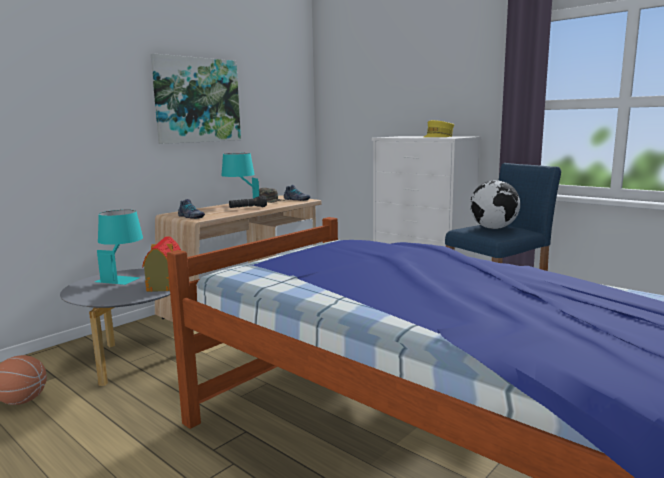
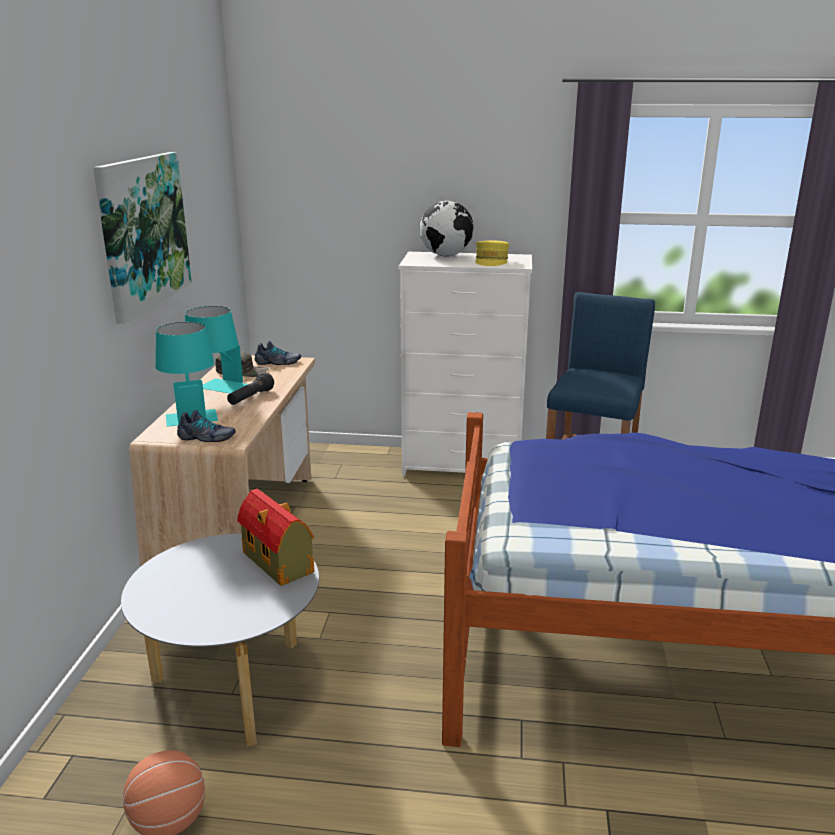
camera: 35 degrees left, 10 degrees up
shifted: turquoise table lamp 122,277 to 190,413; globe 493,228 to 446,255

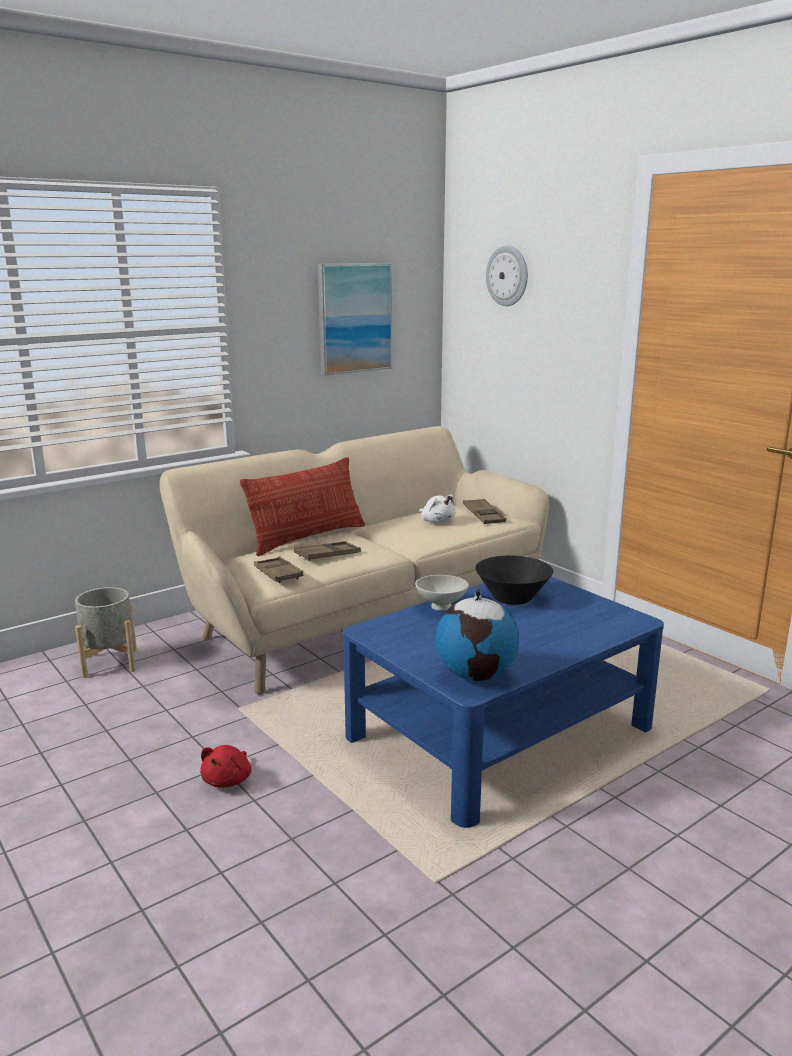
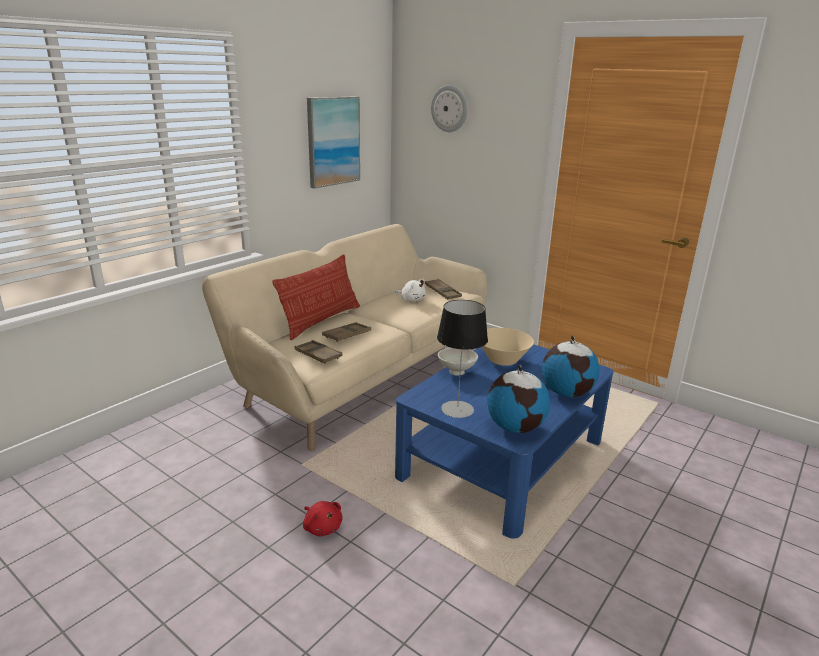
camera: 15 degrees left, 5 degrees up
gone: grey planter 109,663
new: table lamp 457,409; globe 566,393
repainted: black bowl 512,598 to beige bowl 502,360
rotated: red plush toy 228,780 = 322,527 45 degrees counterclockwise

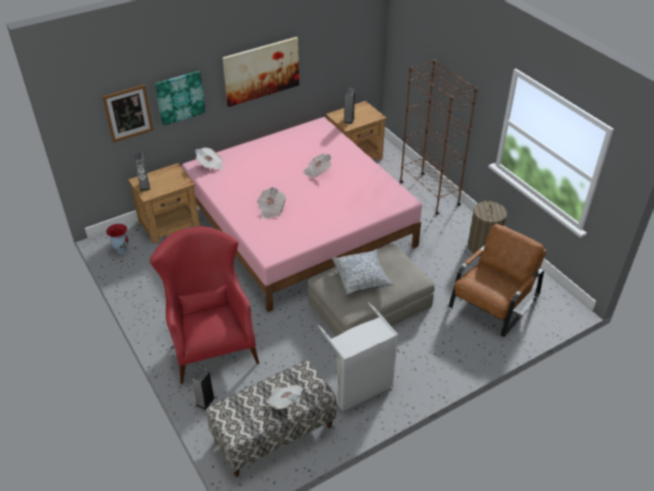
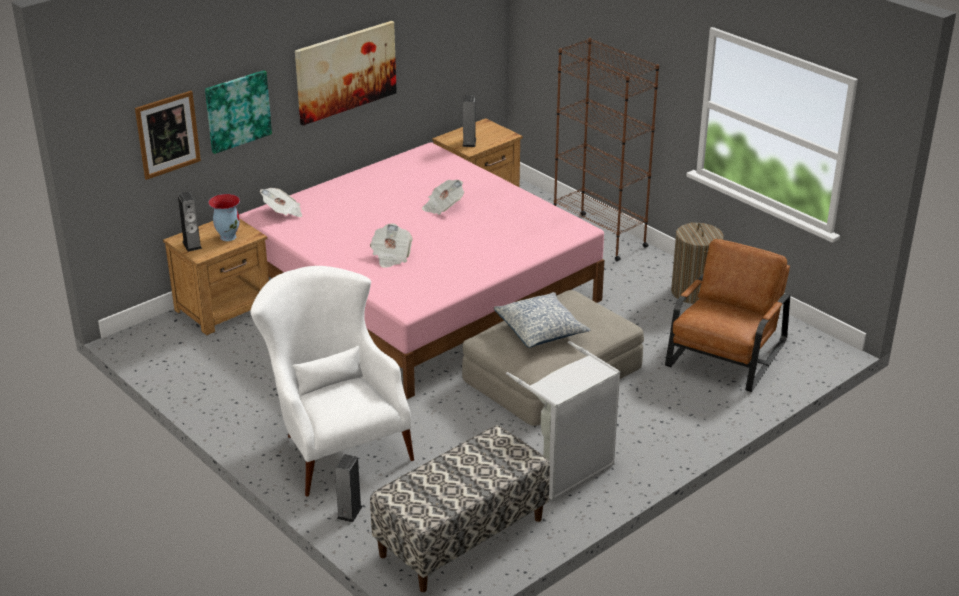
camera: 10 degrees left, 10 degrees down
gone: newspaper 284,401
shifted: vase 121,250 to 228,237
repainted: red armchair 211,340 to white armchair 334,441

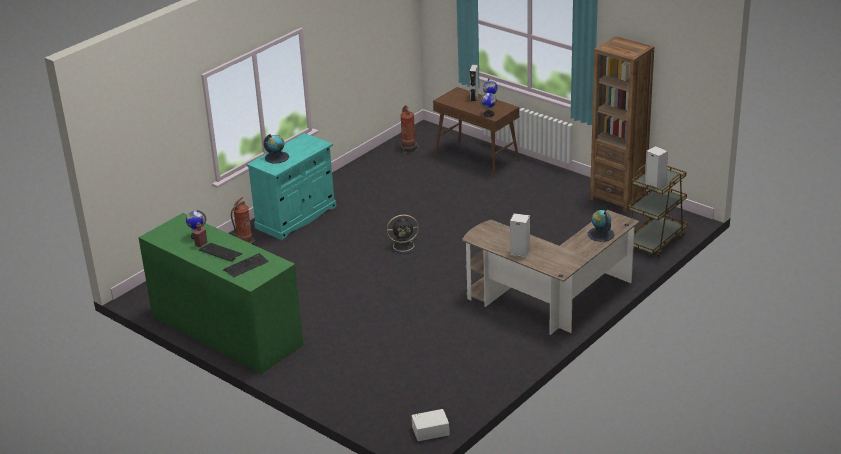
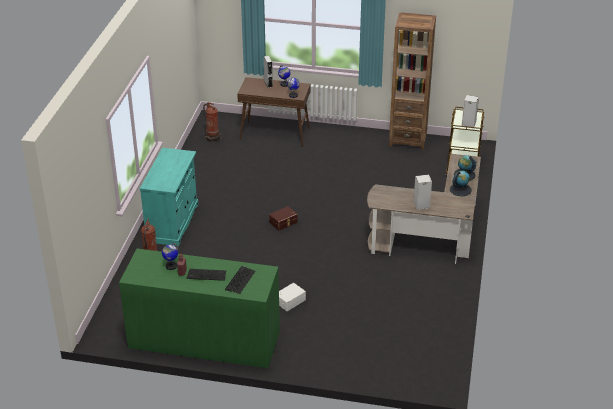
camera: 30 degrees left, 5 degrees up
shifted: white storage box 430,430 to 289,301; globe 277,157 to 460,189
swapped: black fan 404,245 to brown storage box 283,222

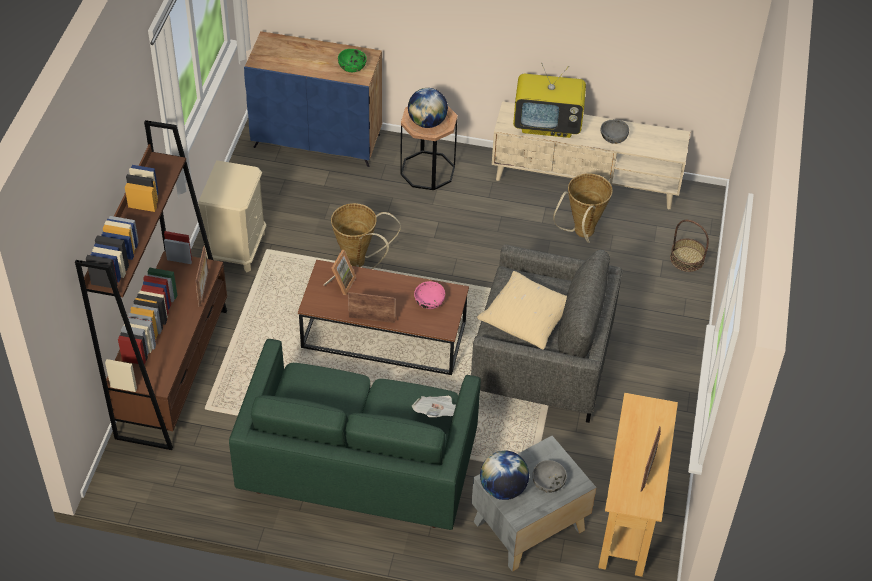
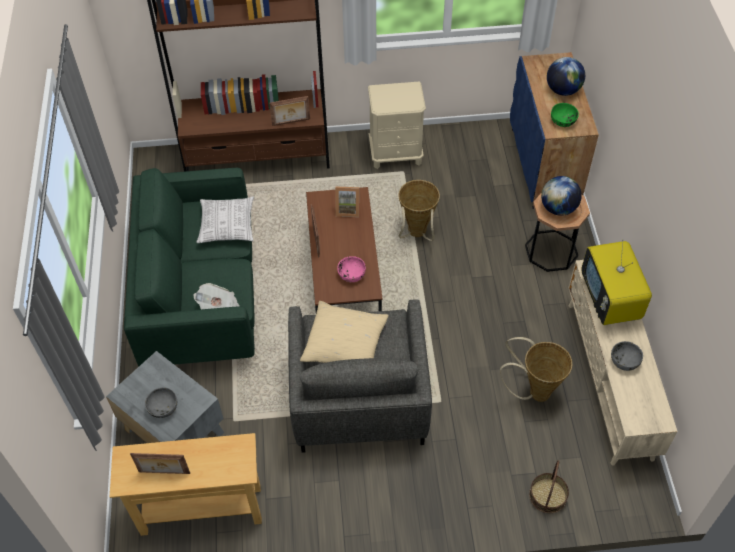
camera: 75 degrees right, 5 degrees up
new: pillow 227,226
shifted: globe 503,488 to 563,90

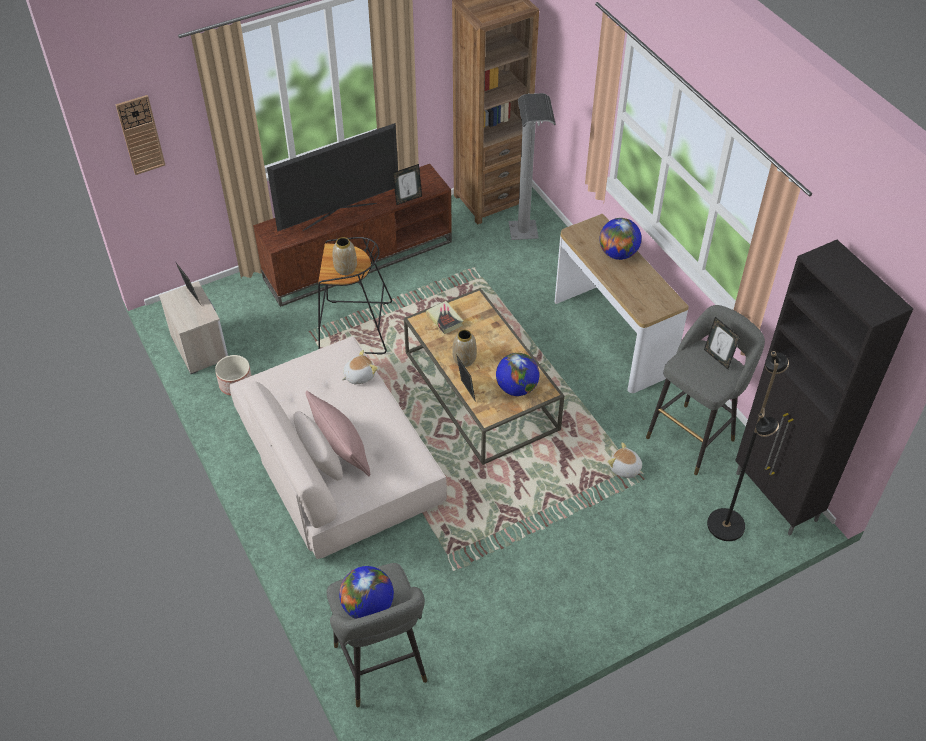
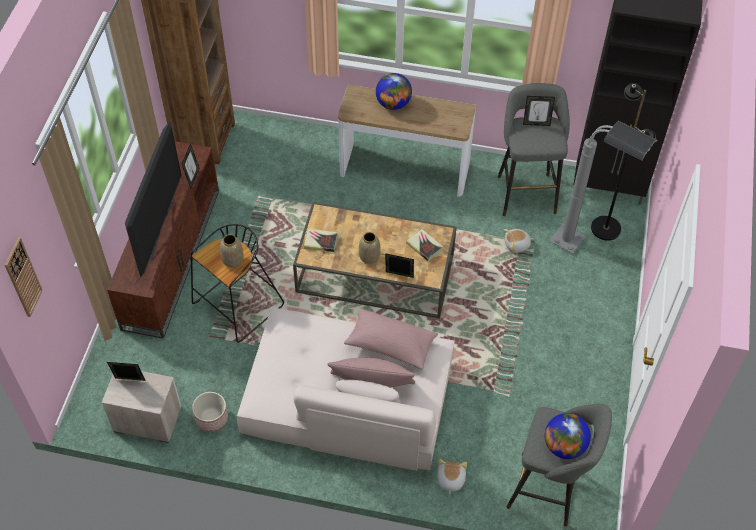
camera: 50 degrees left, 5 degrees up
new: pink pillow 390,345
shifted: plush toy 359,375 to 450,480; grey floor lamp 526,245 to 584,249
swapped: globe 516,388 to book 424,246

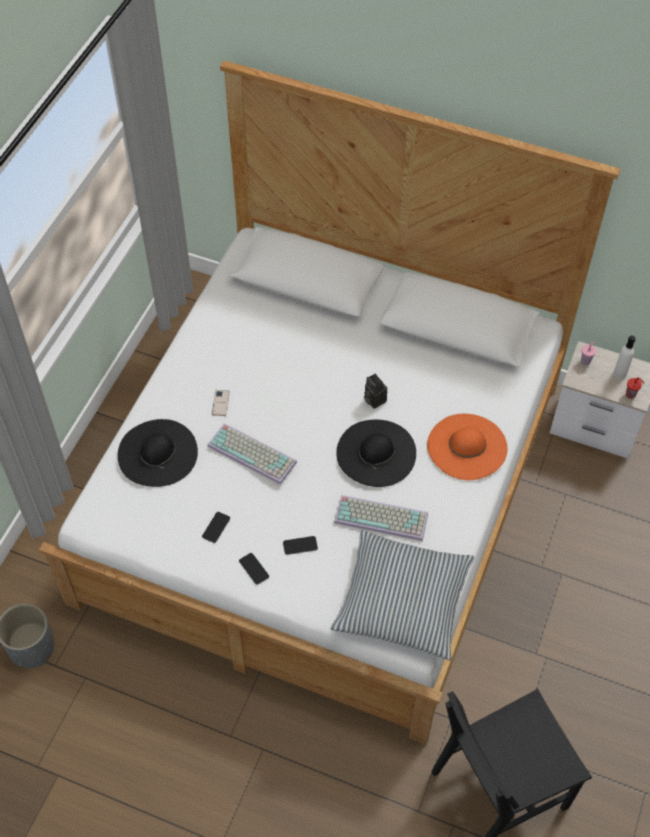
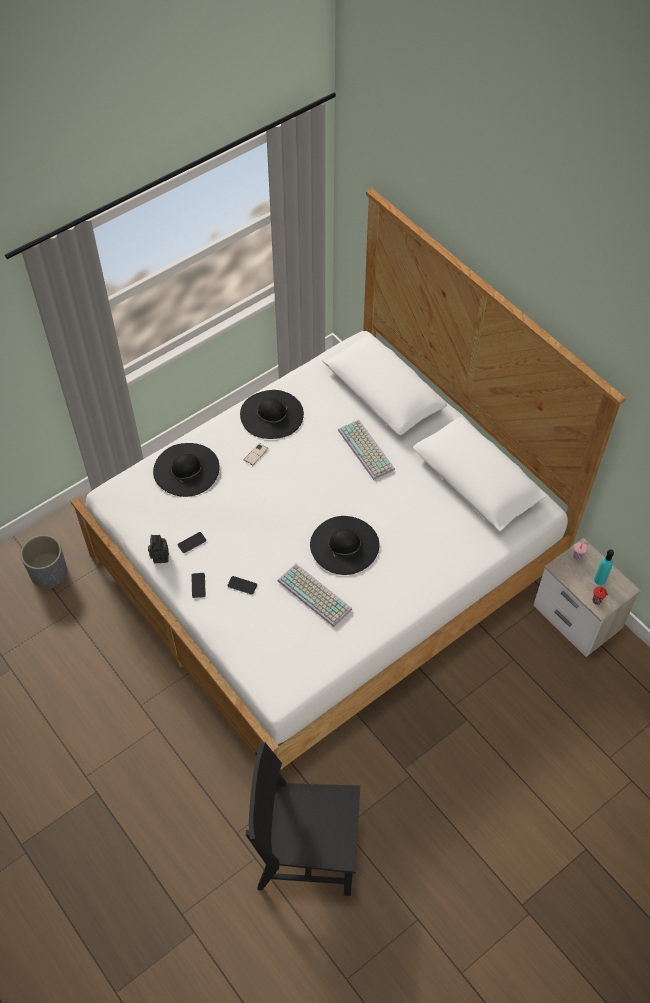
camera: 30 degrees right, 0 degrees up
gone: pillow 402,601; orange hat 467,446
new: black hat 271,414
shifted: photo camera 373,399 to 159,556; keyboard 253,453 to 367,450
repainted: white bottle 620,373 to turquoise bottle 600,580

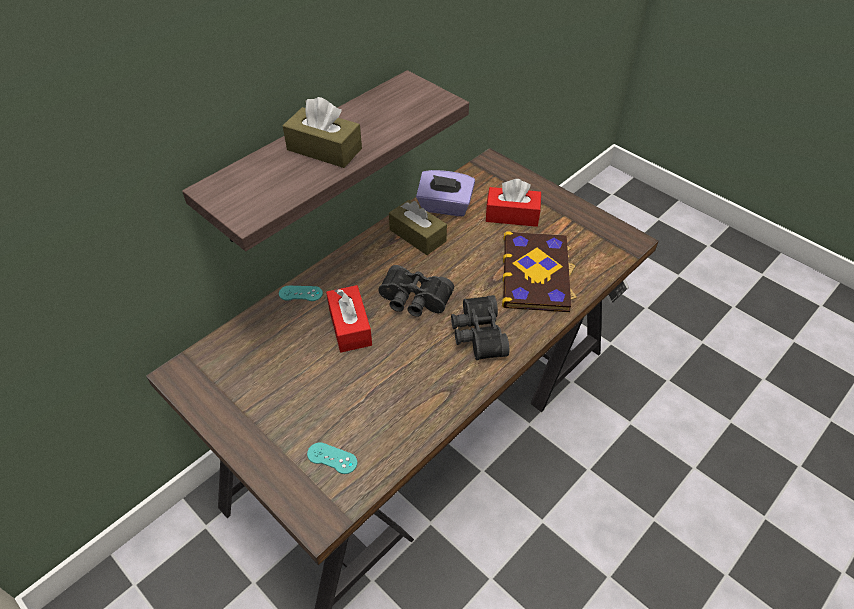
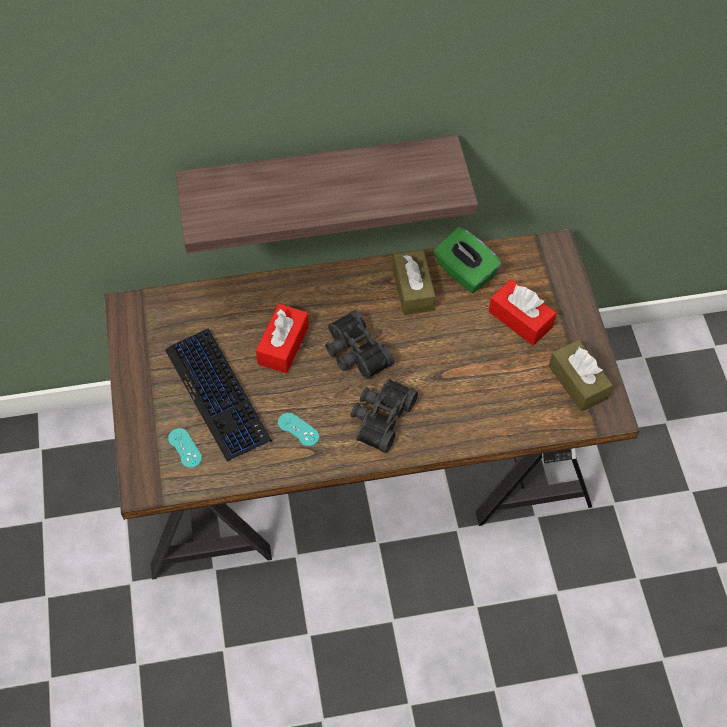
camera: 35 degrees right, 10 degrees up
gone: book 537,273
new: keyboard 218,395
shifted: turquoise game controller 300,293 to 298,429; brown tissue box 324,149 to 577,382
repainted: purple tissue box 445,206 to green tissue box 464,272

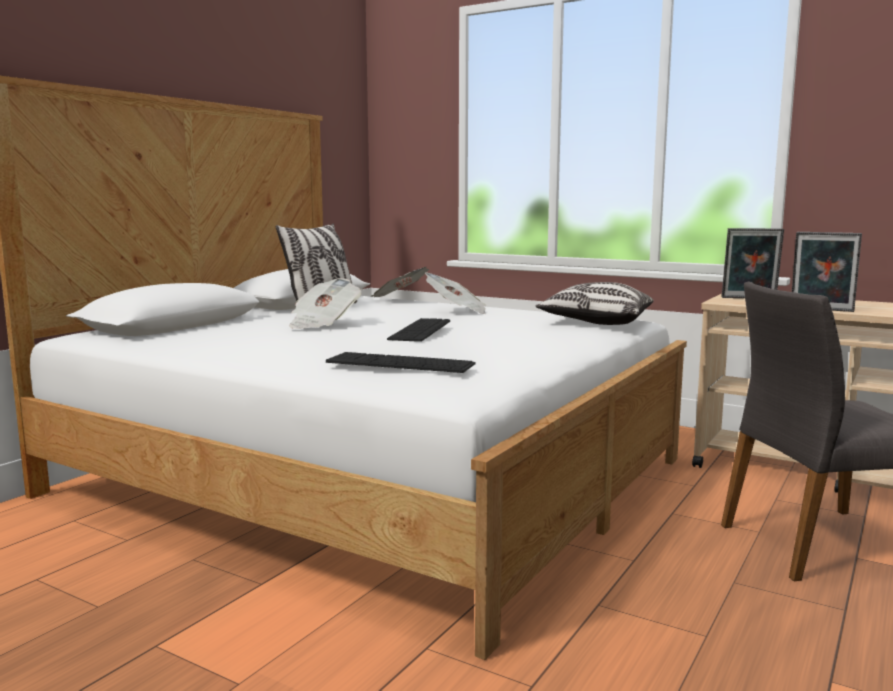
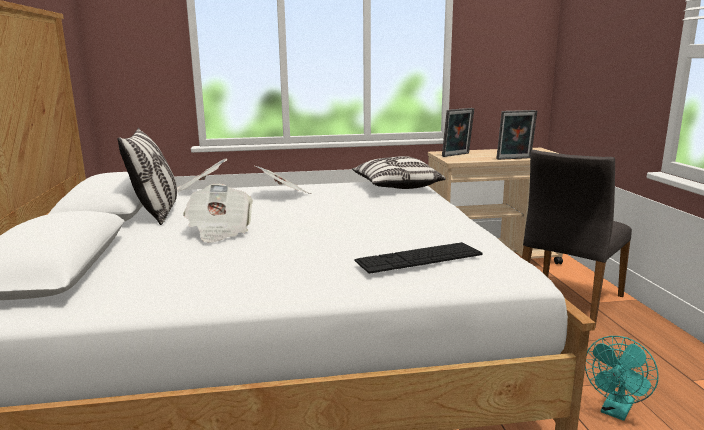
camera: 40 degrees left, 5 degrees up
gone: keyboard 420,330
new: turquoise fan 616,411

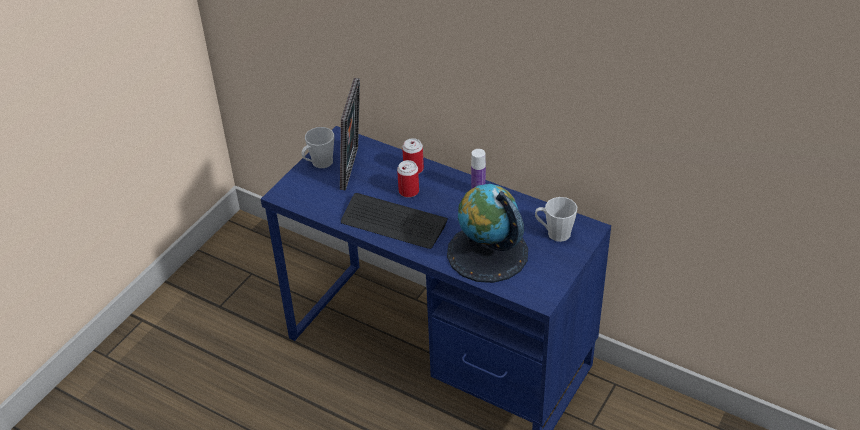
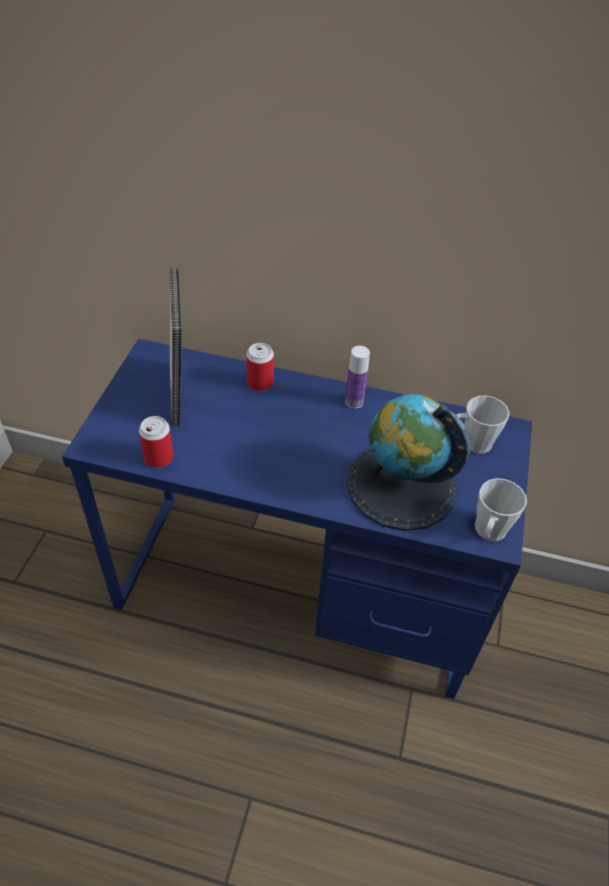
camera: 20 degrees left, 5 degrees up
gone: keyboard 393,222
shifted: can 409,191 to 159,458; grey mug 319,163 to 488,532

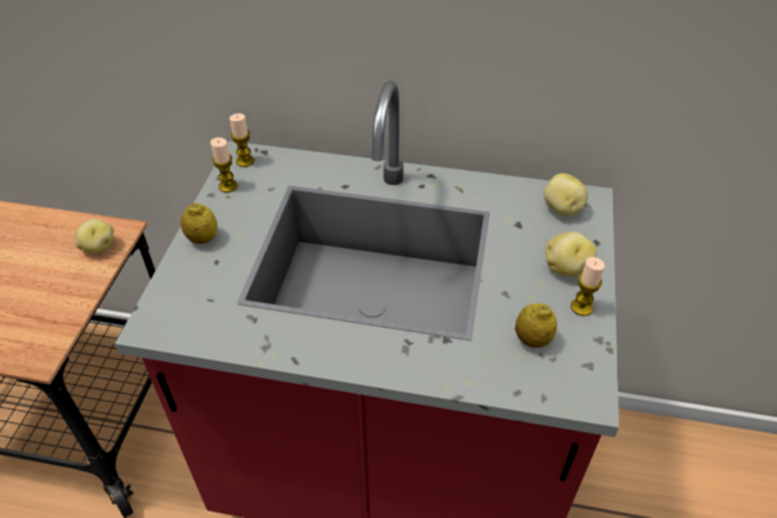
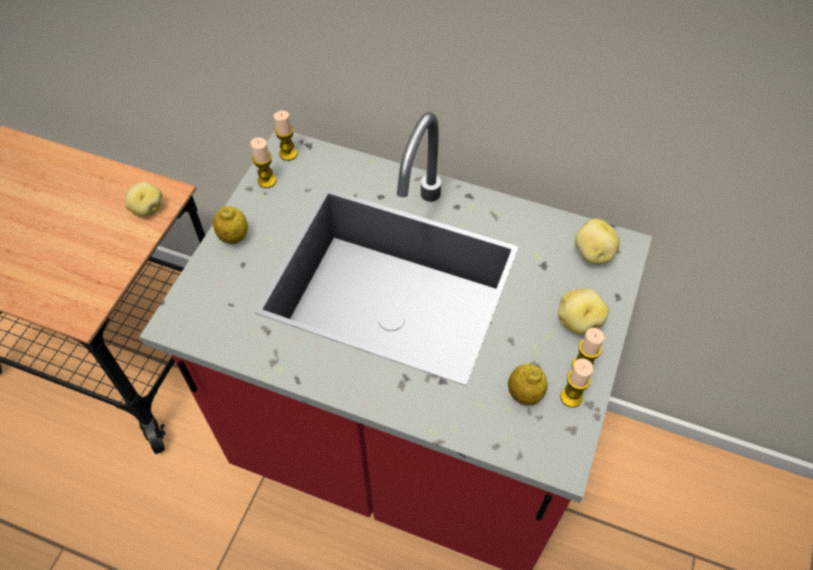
camera: 10 degrees right, 10 degrees up
new: candle 571,397

